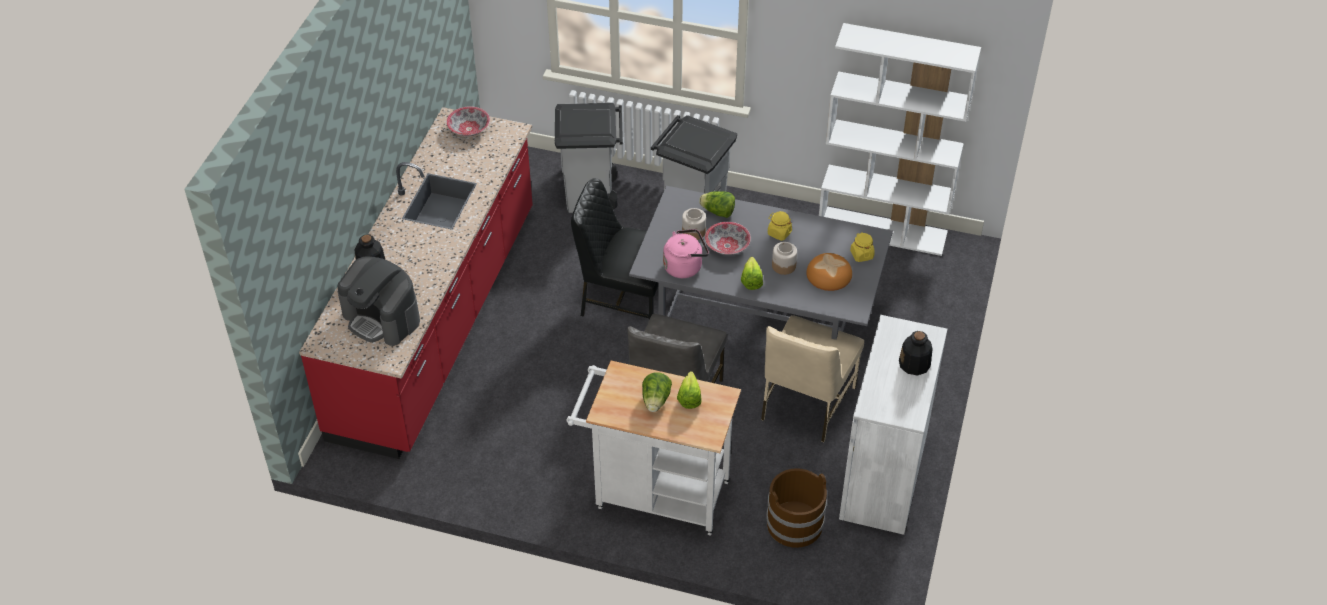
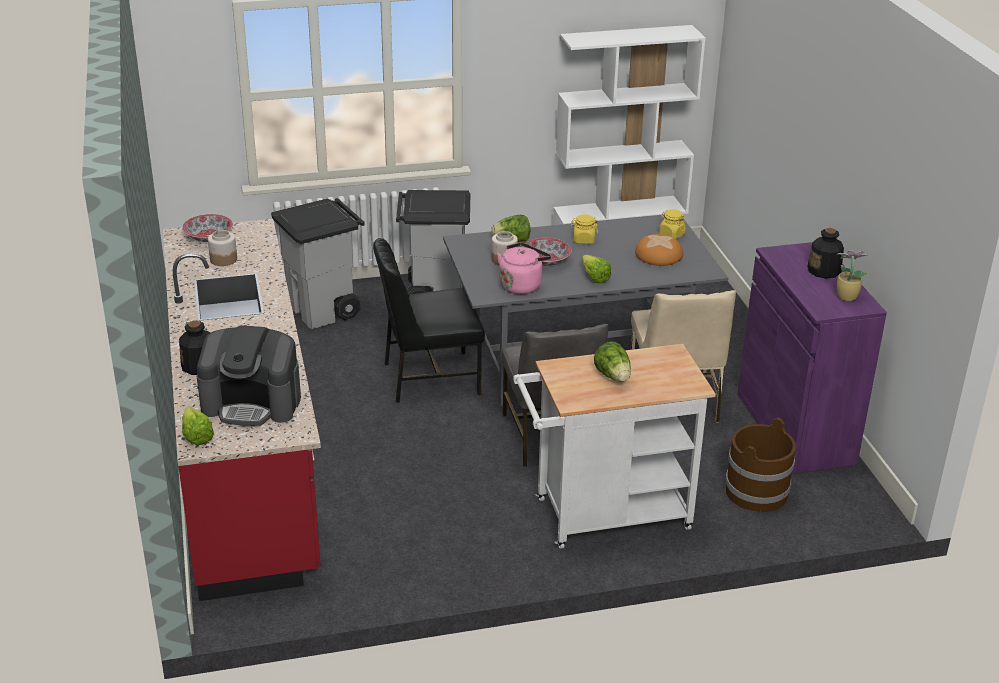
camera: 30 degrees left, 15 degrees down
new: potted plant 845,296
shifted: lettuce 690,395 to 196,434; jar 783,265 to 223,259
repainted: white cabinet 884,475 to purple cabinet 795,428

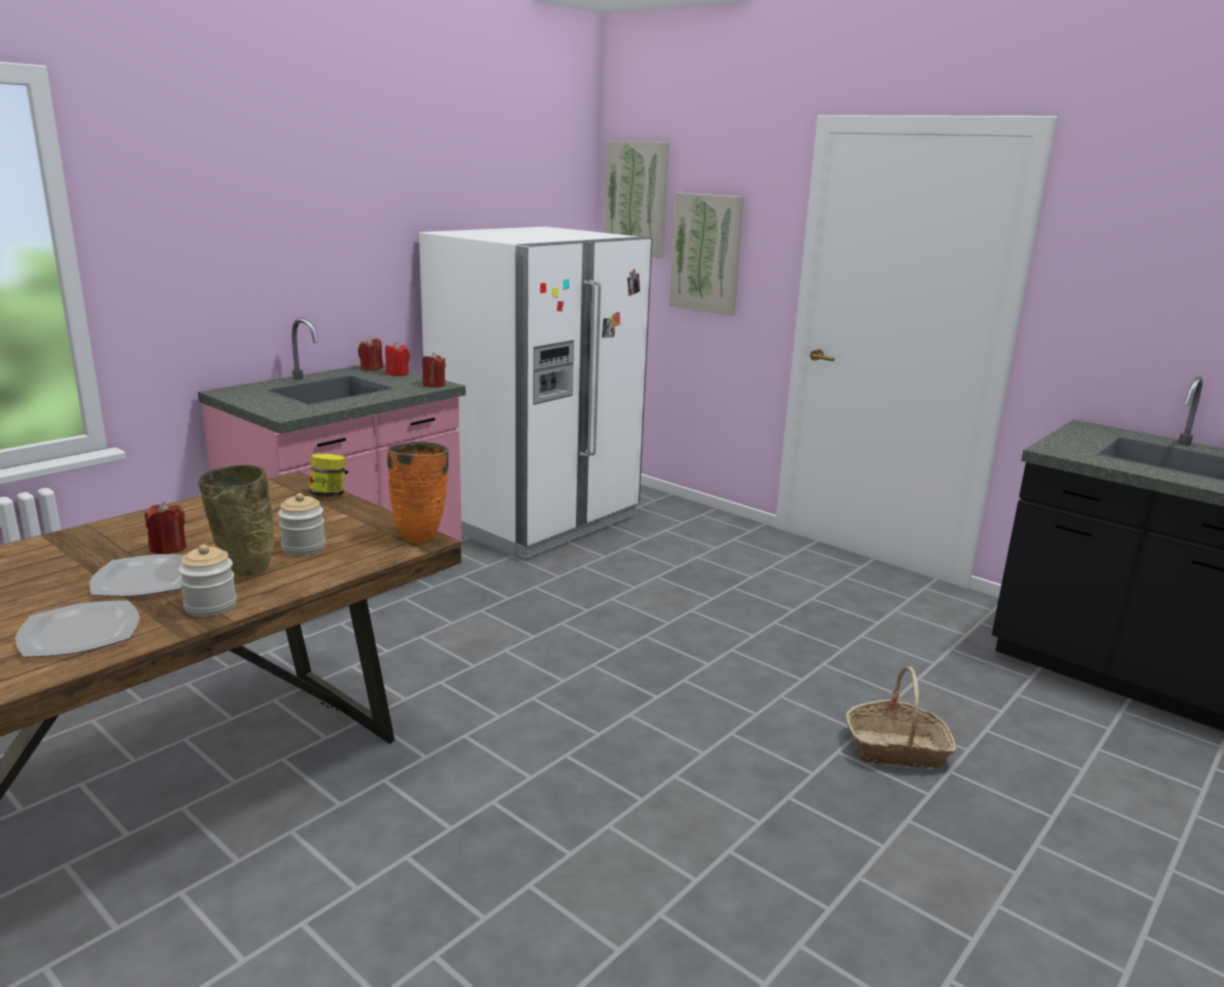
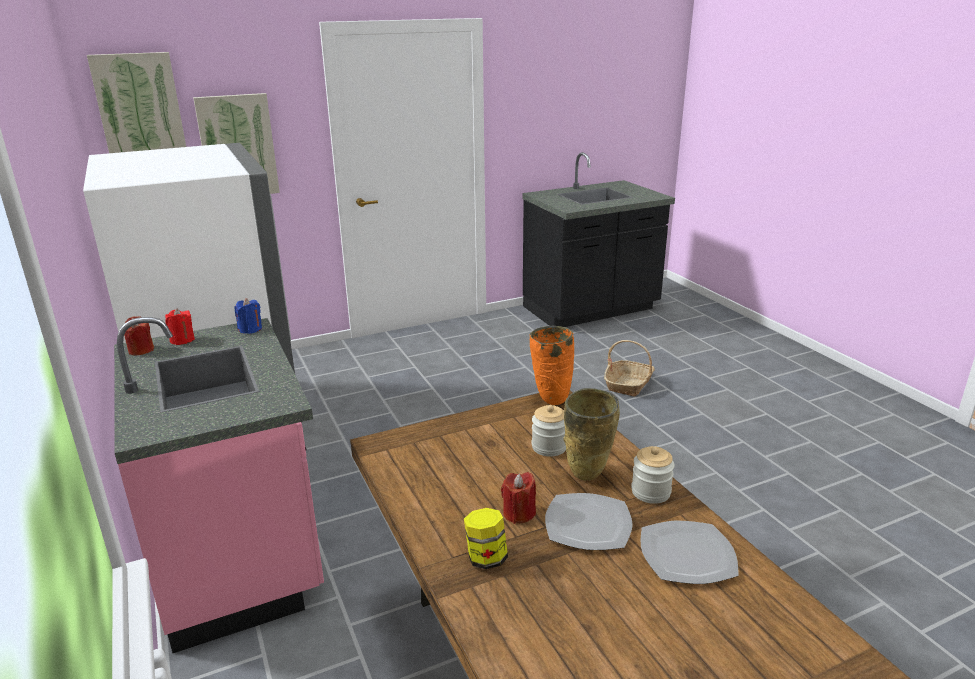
camera: 65 degrees left, 5 degrees up
shifted: jar 328,495 to 486,558
repainted: red candle 434,385 to blue candle 250,329

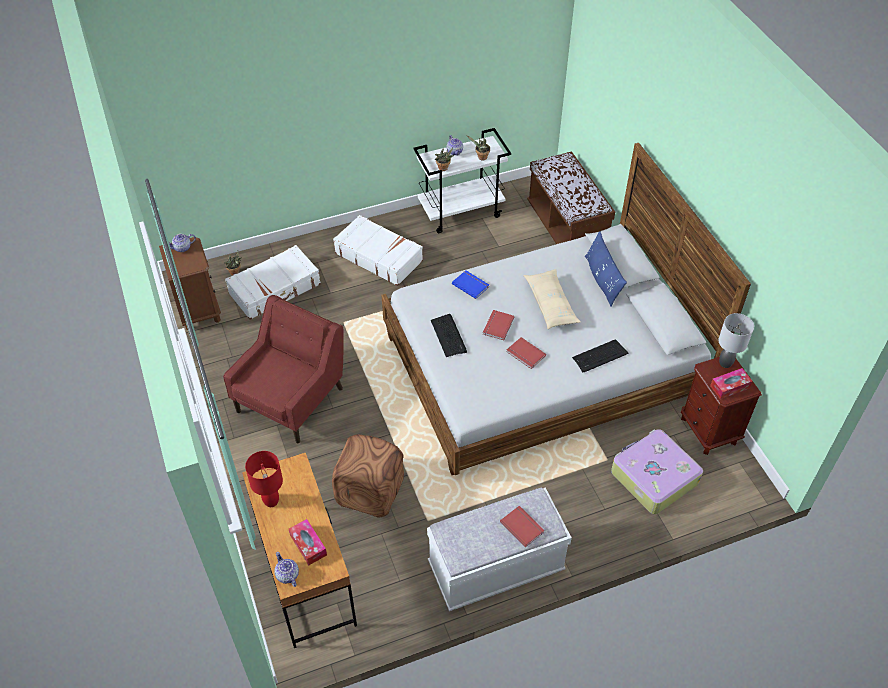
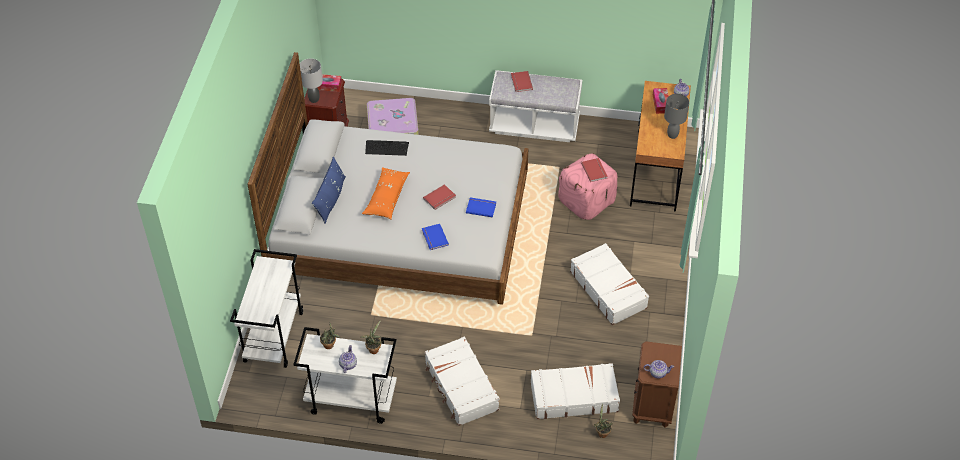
camera: 150 degrees left, 0 degrees up
shifted: red book 525,354 to 595,170
swapped: brown bench 566,228 to white cart 273,336; keyboard 448,336 to blue book 481,207; red armchair 292,398 to white suitcase 608,289
repainted: beige pillow 551,304 to orange pillow 386,197; brown ottoman 369,490 to pink ottoman 587,201; red table lamp 271,501 to grey table lamp 673,135

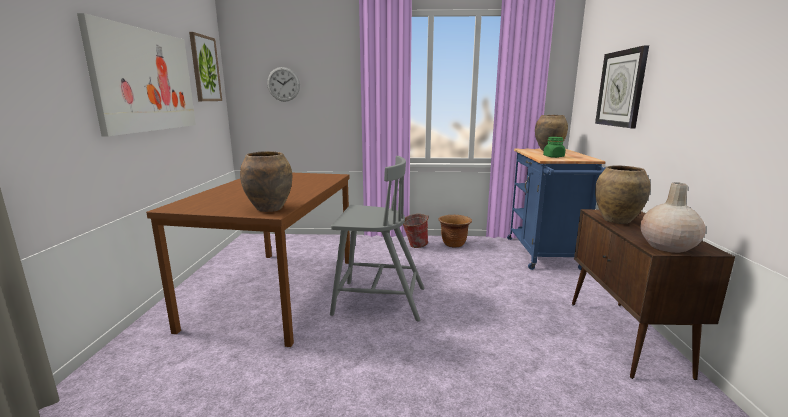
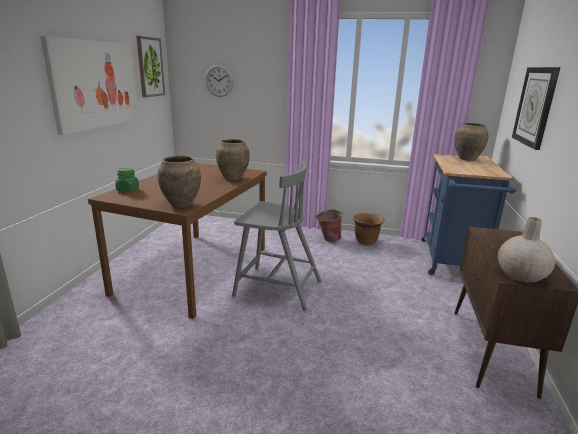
camera: 10 degrees right, 5 degrees up
shifted: green jar 553,156 to 127,190; brown vase 616,220 to 232,178

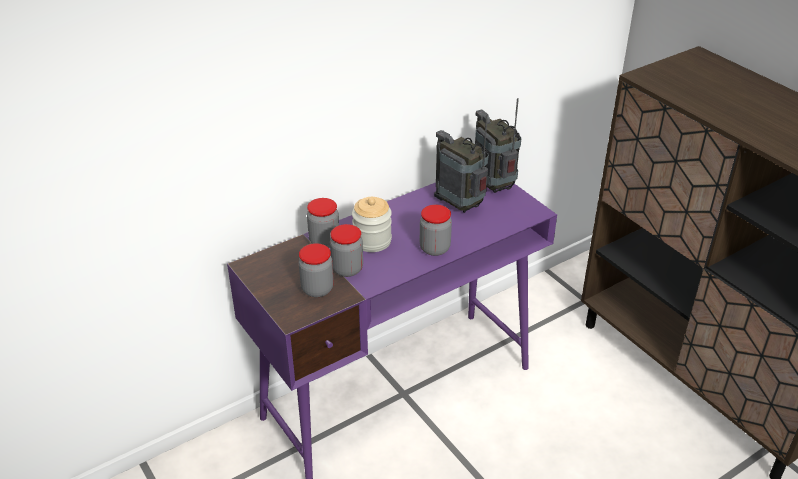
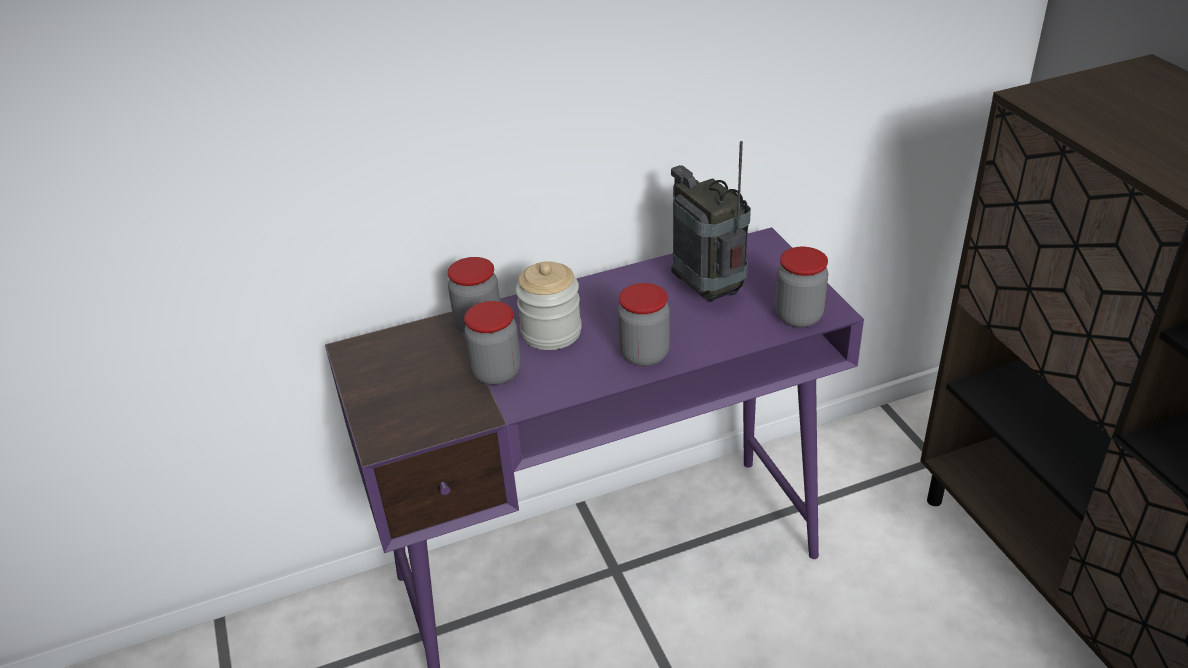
camera: 15 degrees right, 0 degrees up
gone: radio 494,186
shifted: jar 317,289 to 798,316

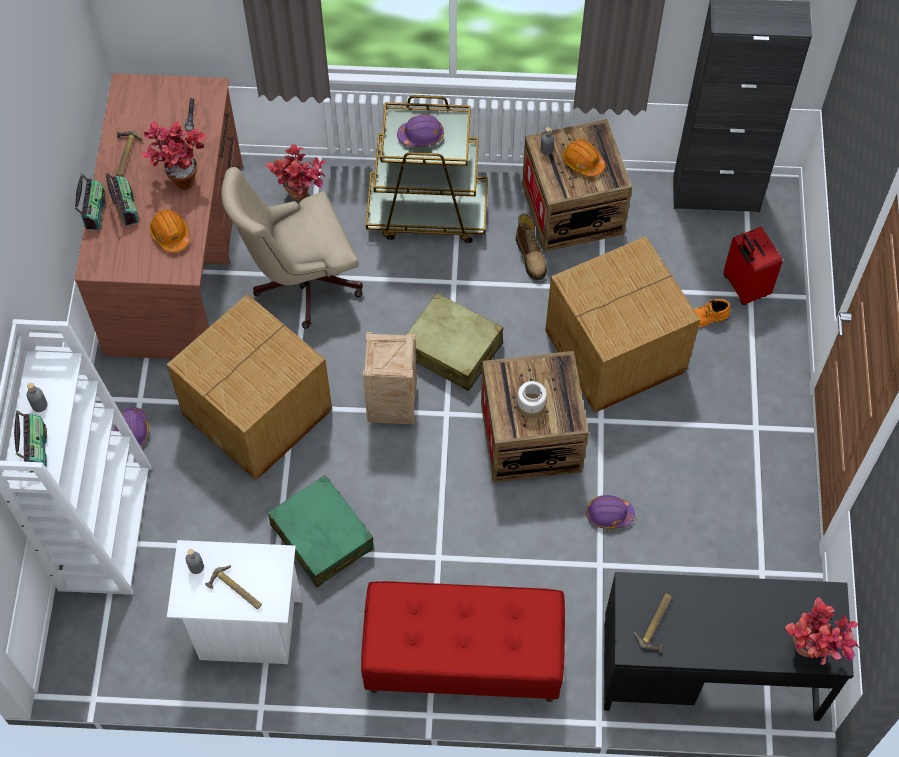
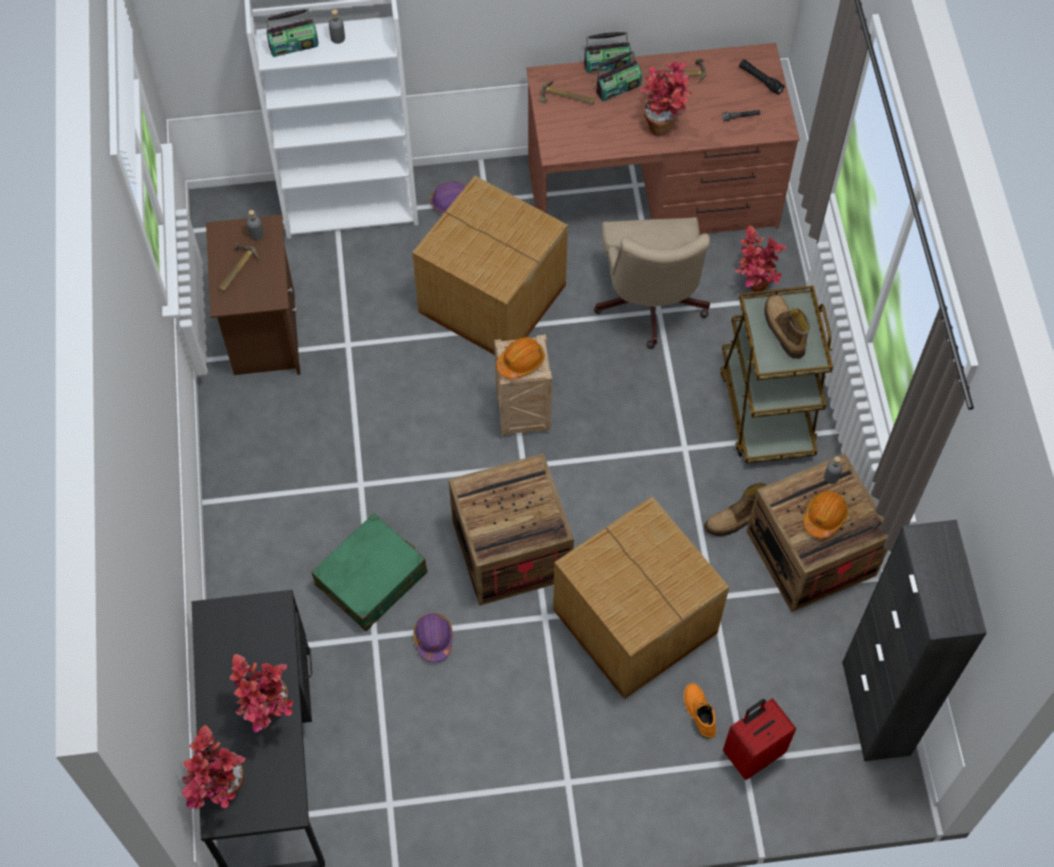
camera: 80 degrees right, 0 degrees up
gone: red bench 462,659; beige suitcase 453,350; jar 531,406
new: potted plant 269,715; black flashlight 760,80
shifted: green suitcase 322,537 to 372,579; orange hard hat 170,234 to 521,362; hammer 658,623 to 566,99
swapped: purple hard hat 421,136 to boot 783,330
repainted: white nightstand 246,630 to brown nightstand 263,335
rotated: beige office chair 300,282 = 649,306 150 degrees counterclockwise

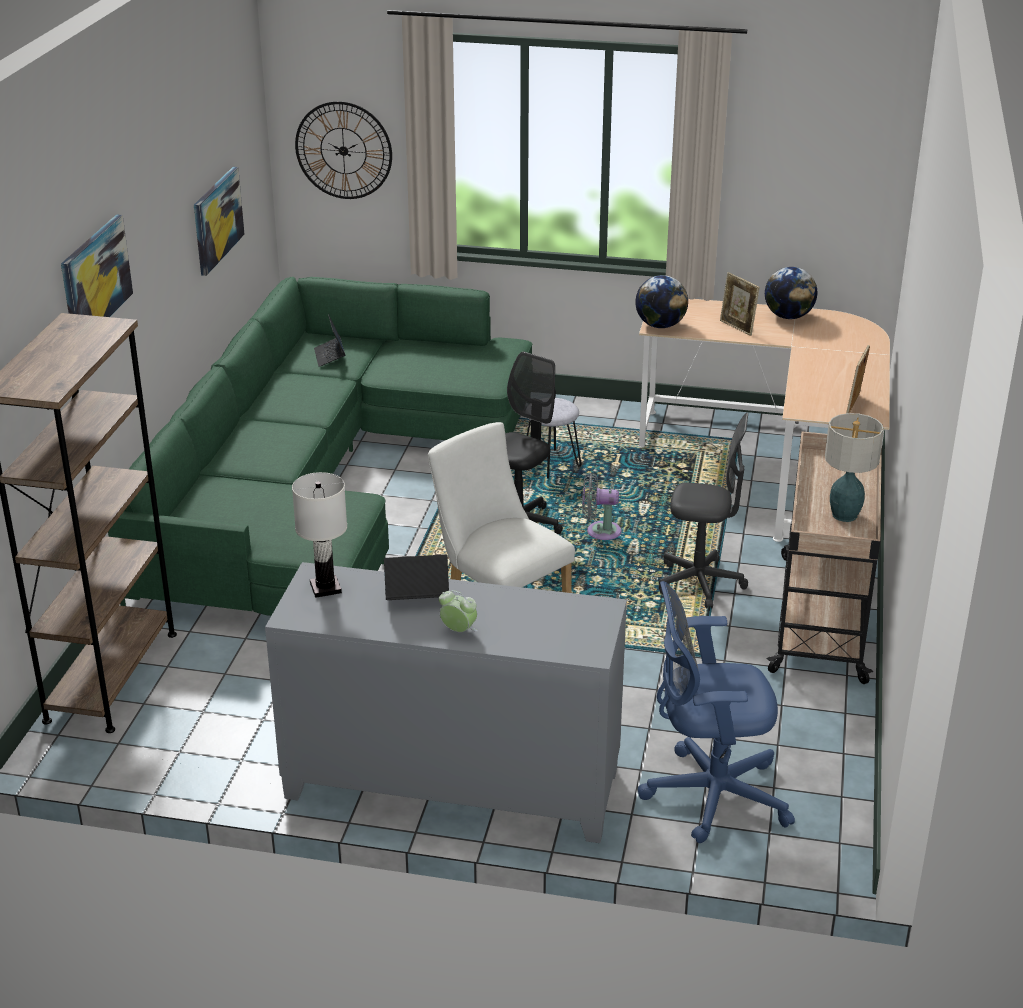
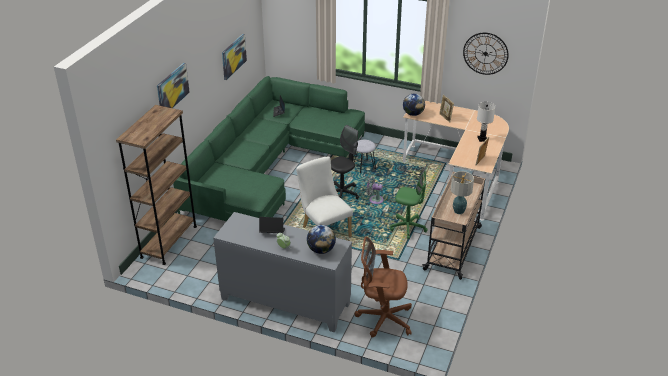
camera: 10 degrees right, 5 degrees up
shifted: globe 788,316 to 321,250; wall clock 343,150 to 485,53; white table lamp 326,587 to 482,139
repainted: blue office chair 708,795 to brown office chair 382,318; grey office chair 700,583 to green office chair 408,227

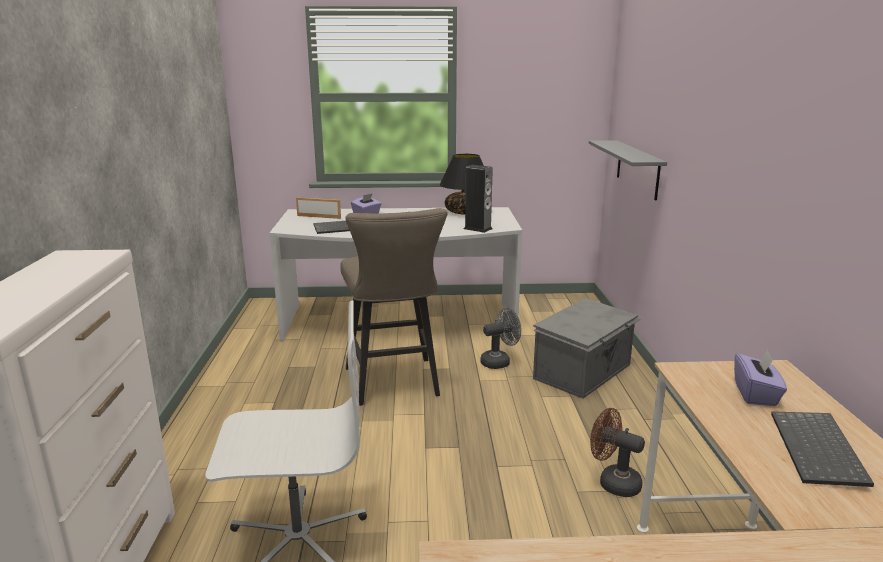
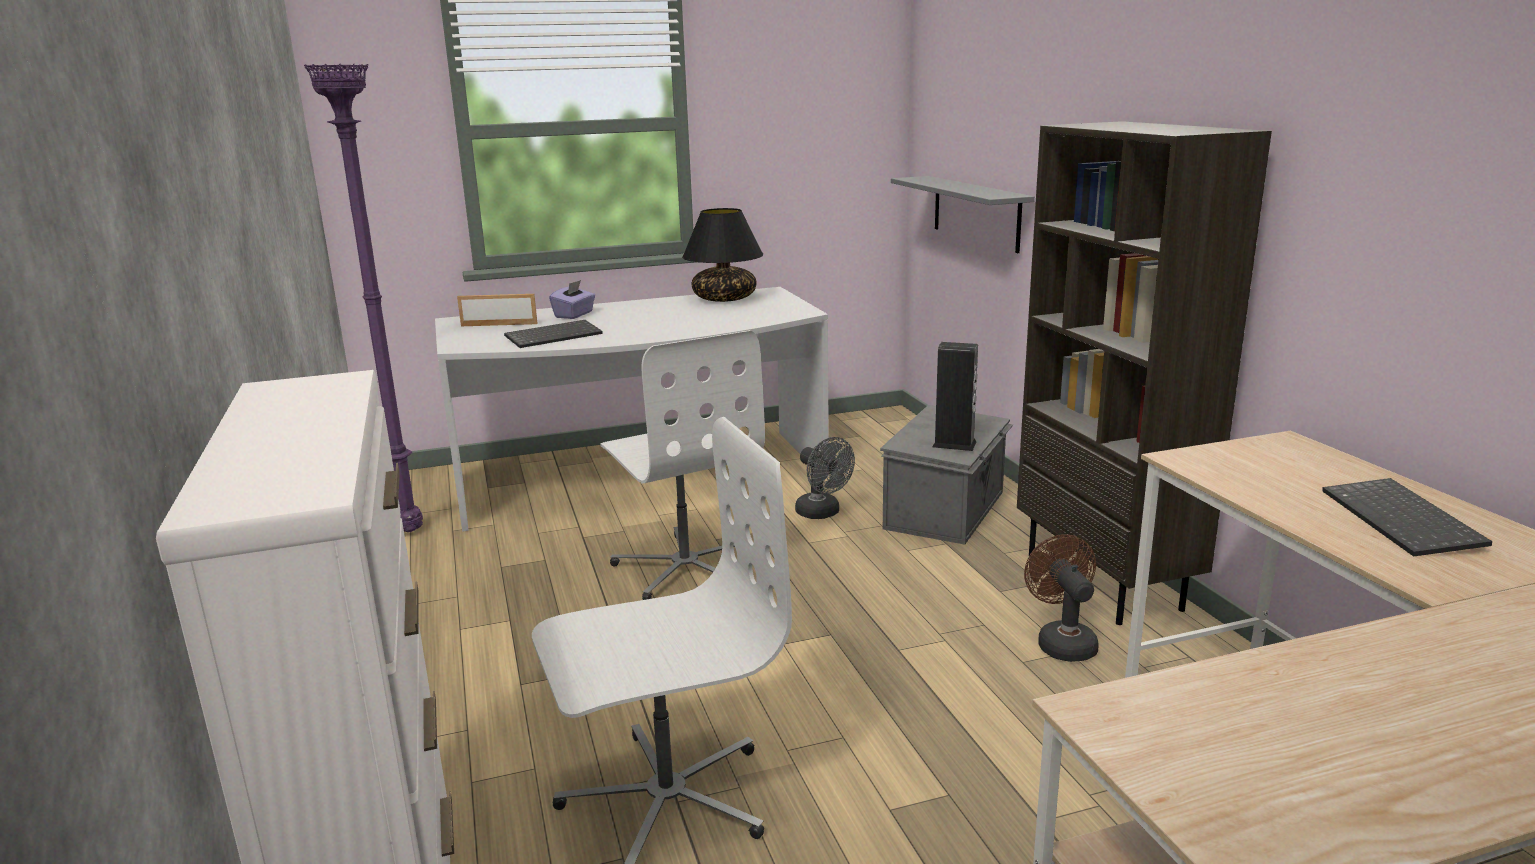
camera: 15 degrees left, 0 degrees up
gone: purple tissue box 756,394
new: purple floor lamp 410,530; brown bookcase 1105,581
shifted: speaker 478,228 to 954,444
swapped: beige stool 394,385 to white office chair 686,567
rotated: grey fan 499,361 = 822,513 90 degrees clockwise; brown fan 613,482 = 1062,642 60 degrees clockwise

